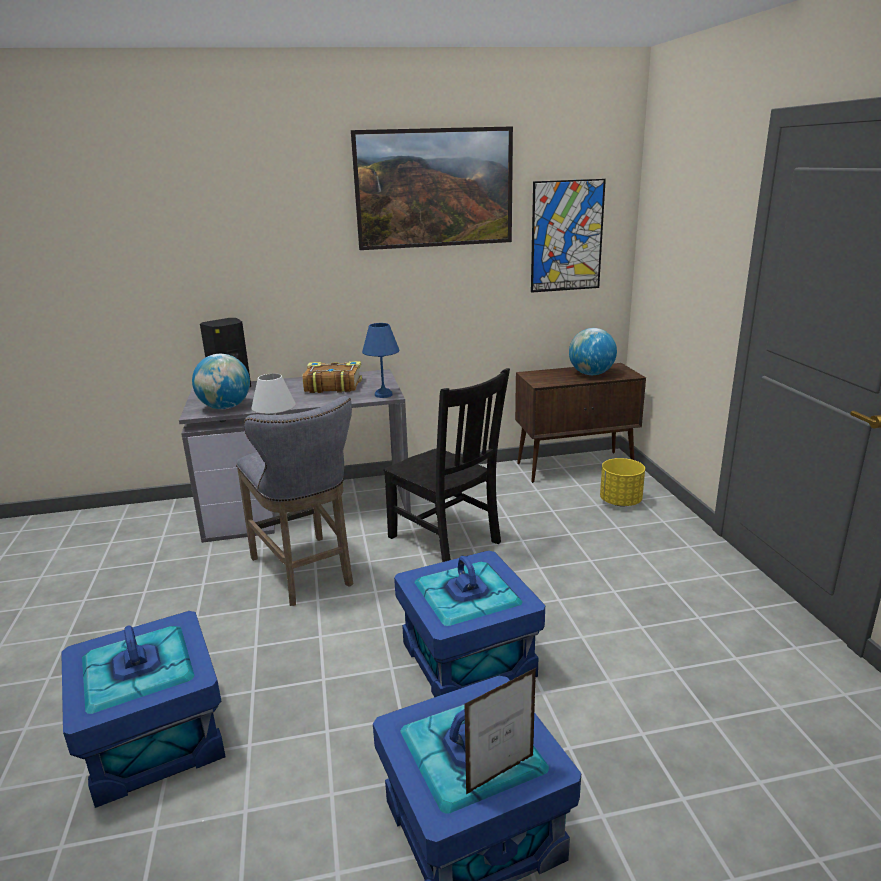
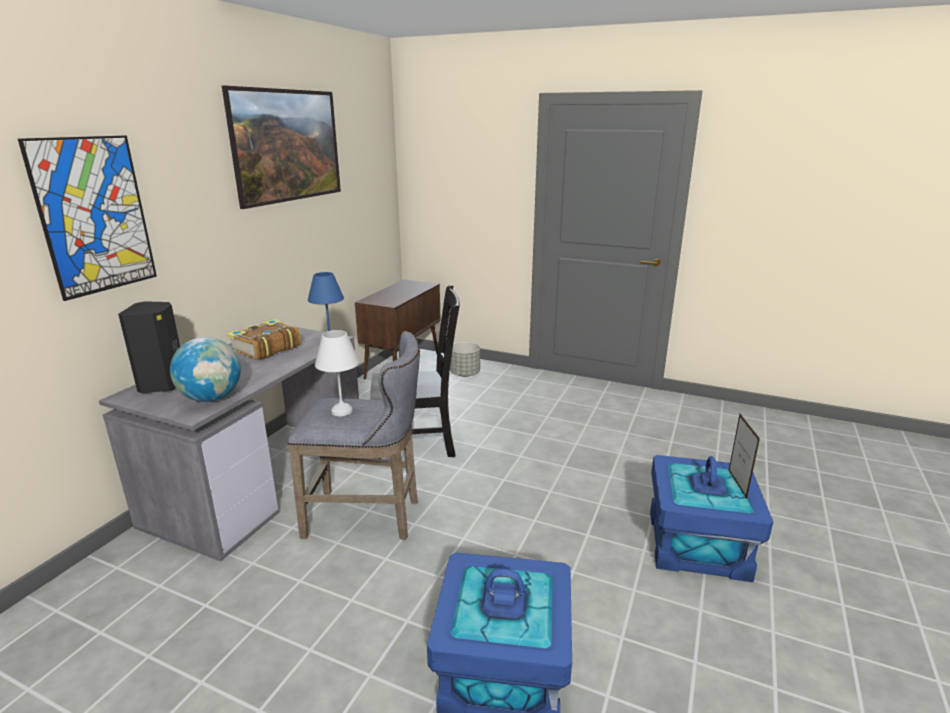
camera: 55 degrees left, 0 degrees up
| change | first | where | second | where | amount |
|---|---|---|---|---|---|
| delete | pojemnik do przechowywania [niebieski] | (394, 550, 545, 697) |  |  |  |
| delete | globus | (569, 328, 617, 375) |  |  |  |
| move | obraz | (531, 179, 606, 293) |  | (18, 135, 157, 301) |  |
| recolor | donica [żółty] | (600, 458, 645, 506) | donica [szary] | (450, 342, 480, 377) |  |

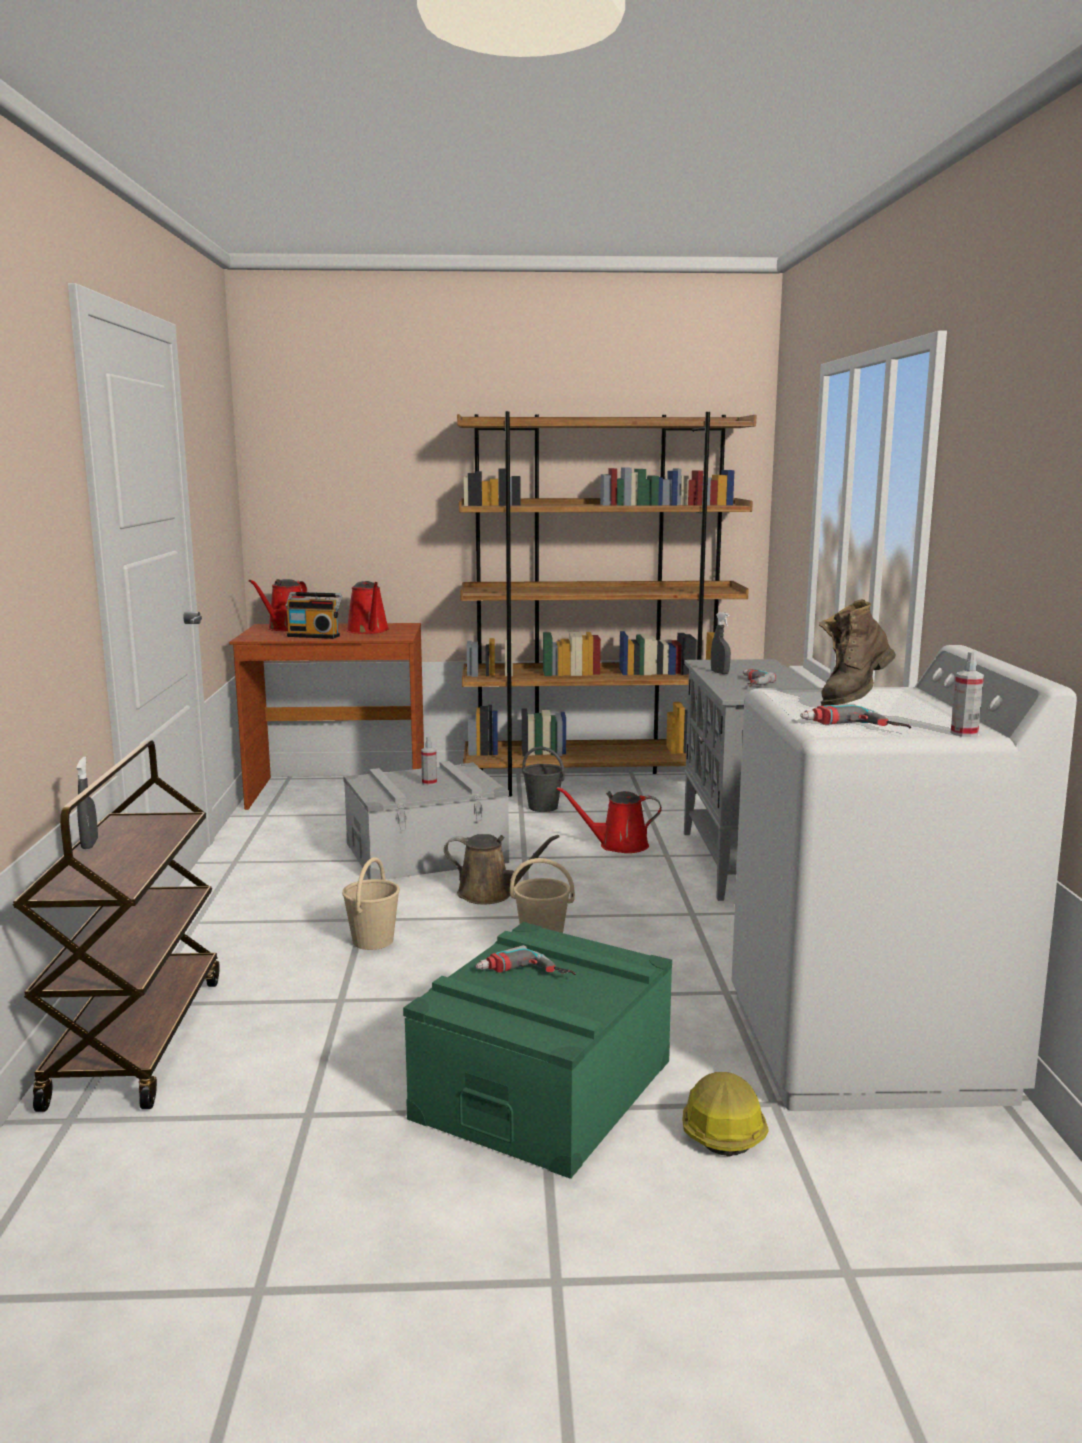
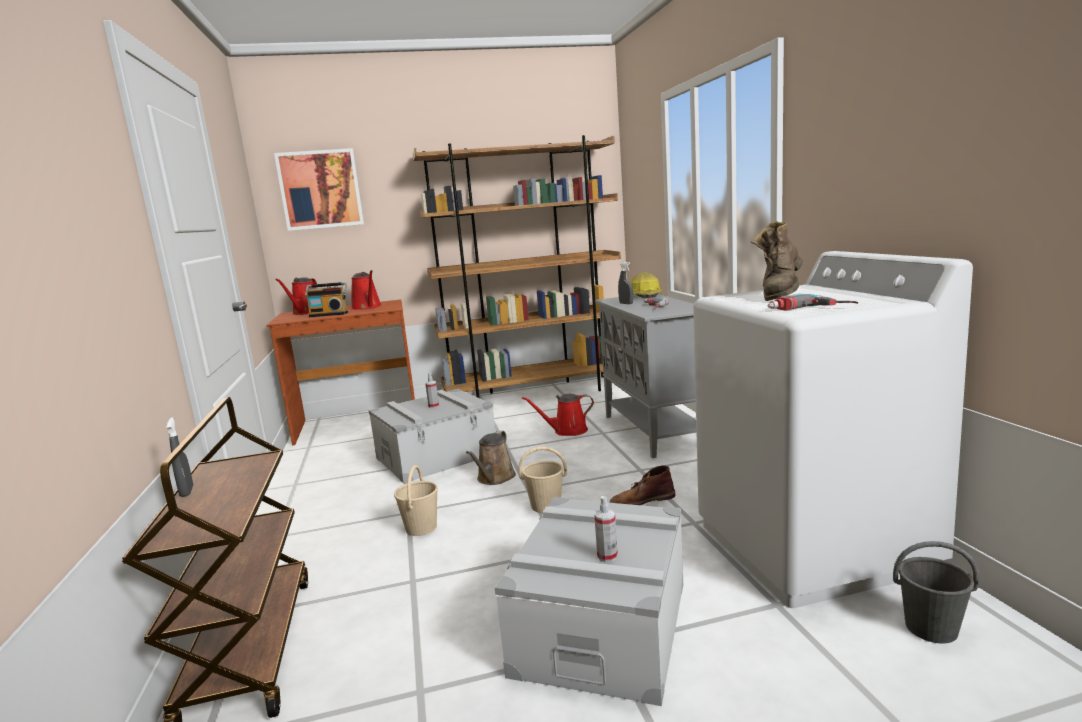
camera: 10 degrees left, 0 degrees up
| change | first | where | second | where | amount |
|---|---|---|---|---|---|
| delete | wiertarka | (475, 945, 576, 975) |  |  |  |
| insert |  |  | obraz | (274, 148, 364, 231) |  |
| insert |  |  | but z cholewką [brązowy] | (610, 465, 675, 505) |  |
| move | wiadro [szary] | (522, 747, 565, 812) |  | (893, 541, 979, 644) |  |
| move | kask | (683, 1072, 768, 1156) |  | (630, 272, 662, 298) |  |
| move | spryskiwacz | (951, 651, 984, 737) |  | (594, 496, 618, 562) |  |
| recolor | pojemnik do przechowywania [zielony] | (403, 922, 672, 1179) | pojemnik do przechowywania [szary] | (495, 497, 683, 706) |  |
| rotate | konewka [brązowy] | (444, 834, 559, 904) |  | (466, 431, 516, 485) | 105 degrees clockwise |

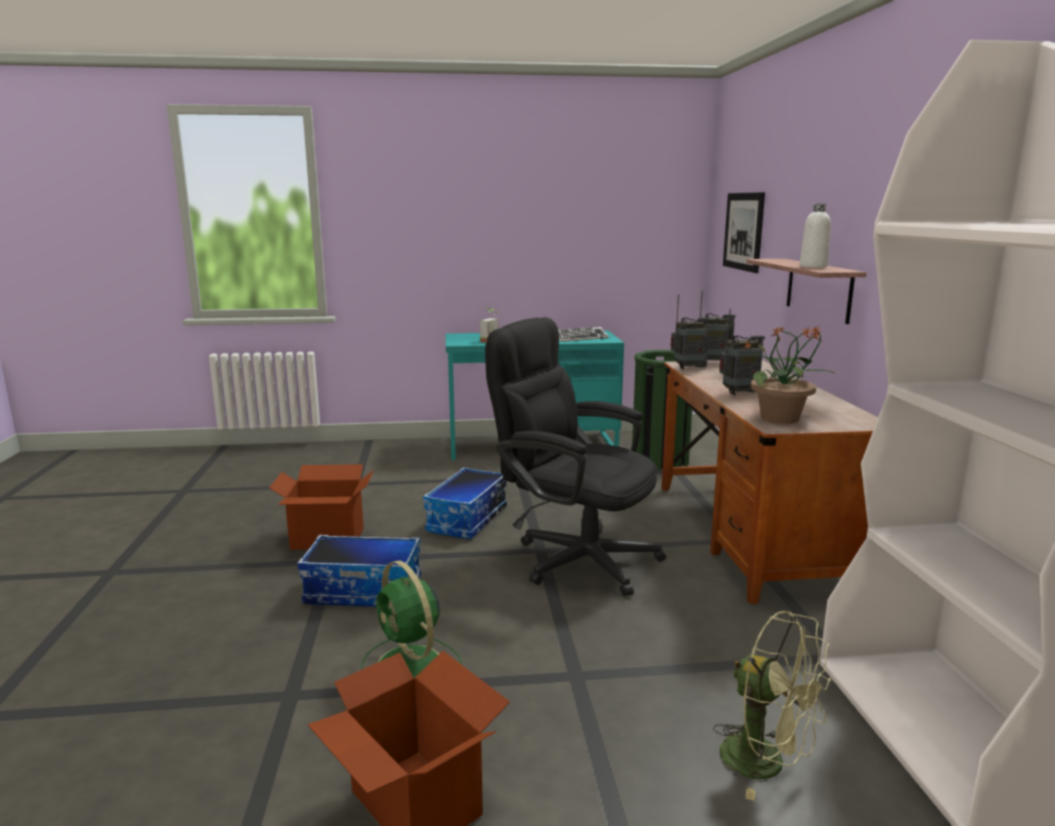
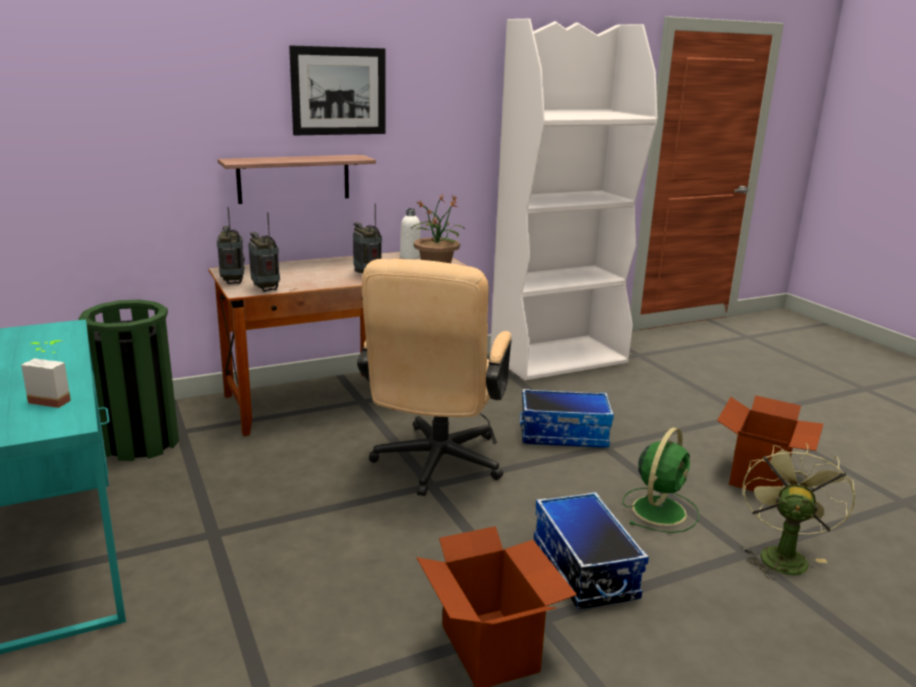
camera: 110 degrees left, 5 degrees up
| change | first | where | second | where | amount |
|---|---|---|---|---|---|
| delete | klawiatura | (558, 327, 609, 342) |  |  |  |
| move | pojemnik do przechowywania | (423, 467, 507, 540) |  | (520, 389, 614, 448) |  |
| move | wentylator [zielony] | (713, 611, 832, 801) |  | (743, 443, 855, 580) |  |
| move | obraz | (723, 192, 765, 273) |  | (289, 45, 386, 135) |  |
| move | butelka [biały] | (800, 203, 831, 268) |  | (400, 208, 421, 260) |  |
| recolor | krzesło biurowe [czarny] | (485, 317, 666, 596) | krzesło biurowe [beżowy] | (357, 259, 512, 496) |  |

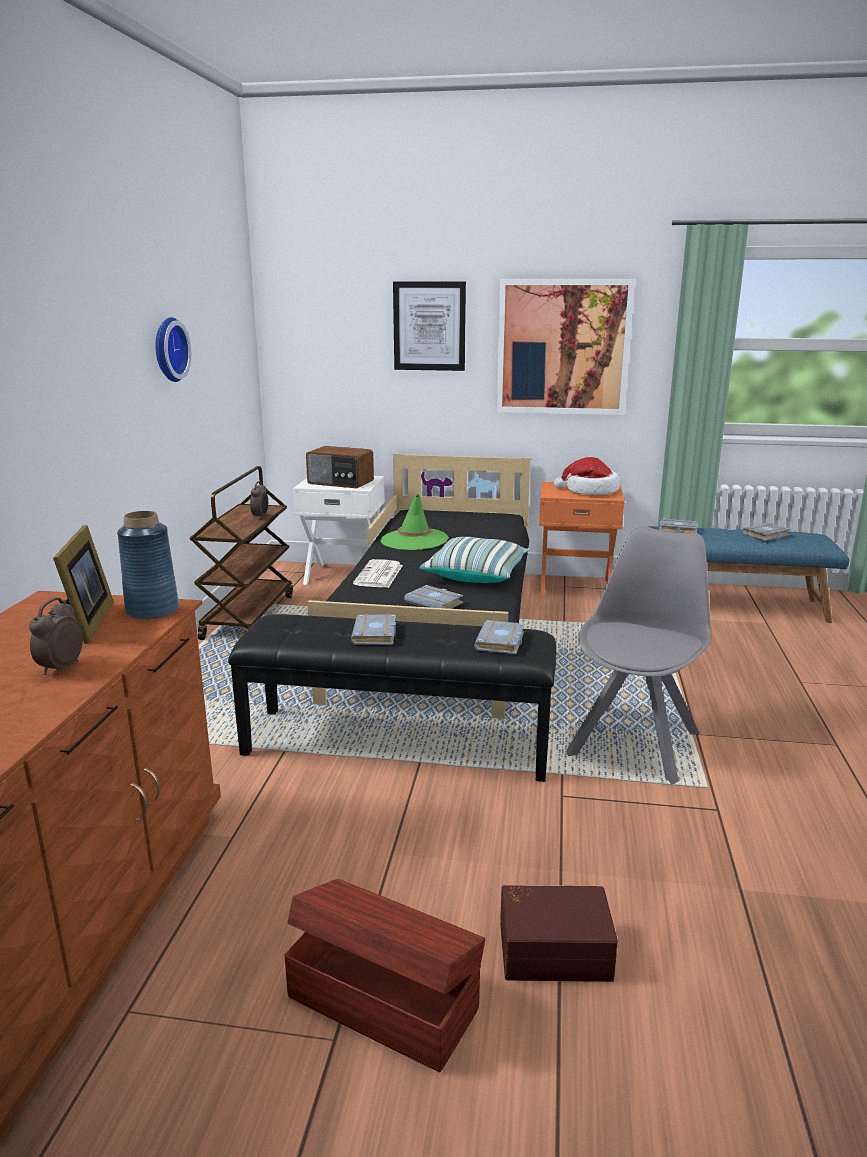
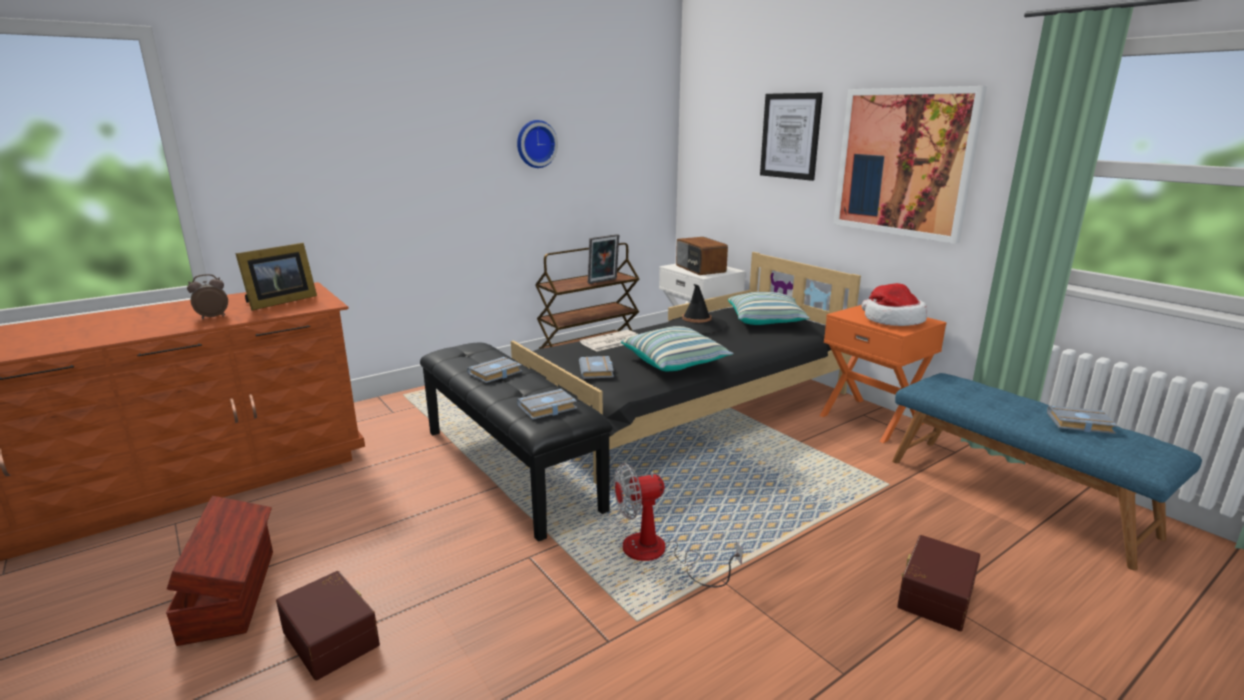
camera: 45 degrees right, 0 degrees up
| change | first | where | second | where | amount |
|---|---|---|---|---|---|
| delete | wazon [niebieski] | (117, 511, 179, 620) |  |  |  |
| delete | książka [szary] | (659, 518, 698, 533) |  |  |  |
| insert |  |  | poduszka | (728, 292, 810, 325) |  |
| insert |  |  | pojemnik do przechowywania [brązowy] | (897, 535, 980, 631) |  |
| replace | budzik | (250, 481, 268, 519) | ramka na zdjęcie | (588, 234, 619, 284) |  |
| replace | krzesło [szary] | (566, 526, 711, 784) | wentylator | (614, 463, 743, 588) |  |
| recolor | kapelusz [zielony] | (381, 493, 449, 550) | kapelusz [czarny] | (666, 284, 727, 334) |  |

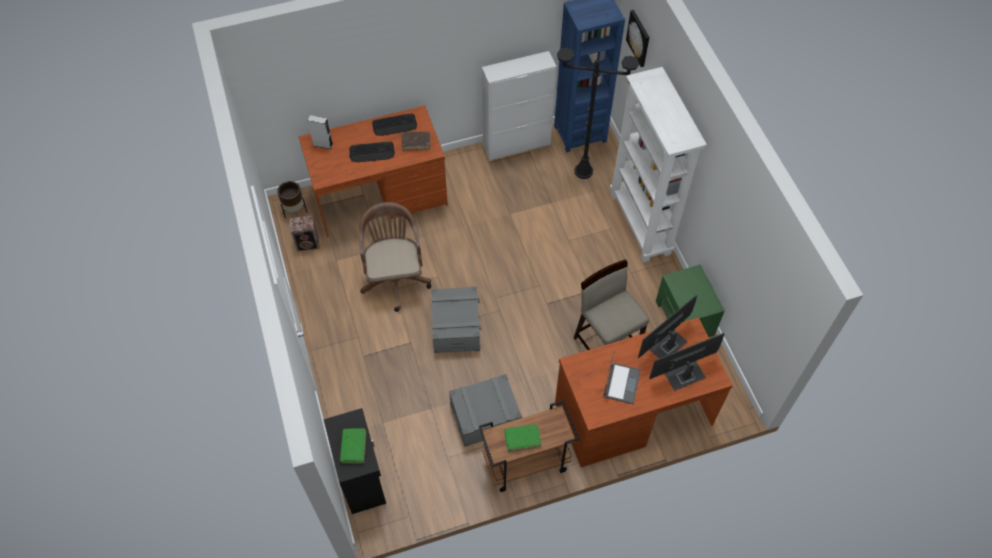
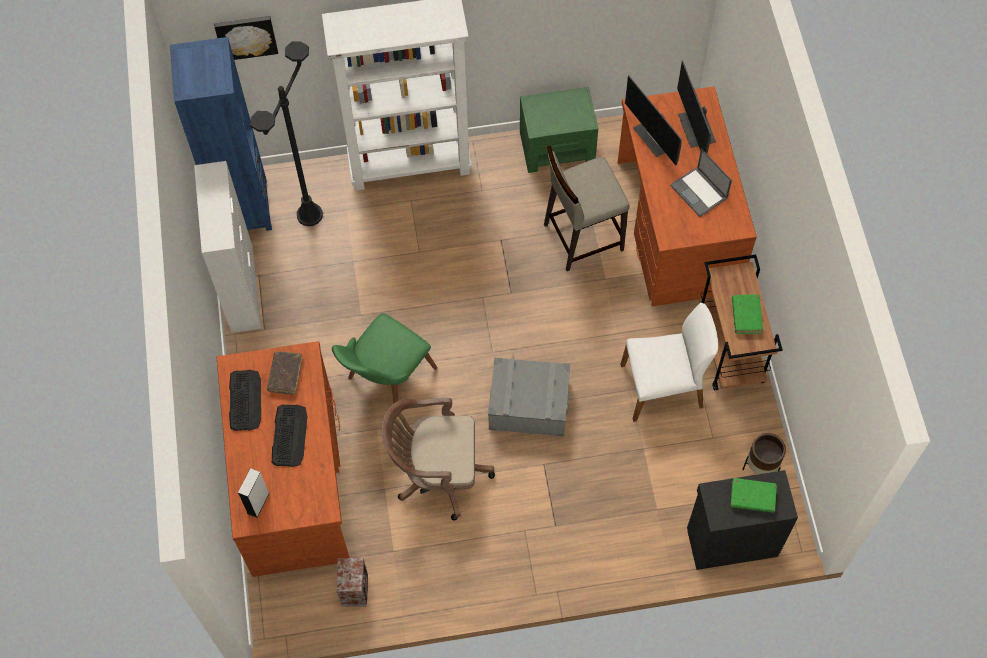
camera: 80 degrees left, 5 degrees up
| change | first | where | second | where | amount |
|---|---|---|---|---|---|
| insert |  |  | krzesło [zielony] | (332, 313, 437, 403) |  |
| move | donica [brązowy] | (277, 181, 307, 218) |  | (742, 433, 786, 474) |  |
| replace | pojemnik do przechowywania [szary] | (449, 374, 522, 447) | krzesło [biały] | (621, 303, 718, 422) |  |
| rotate | laptop | (603, 350, 641, 404) |  | (670, 149, 732, 217) | 150 degrees counterclockwise |

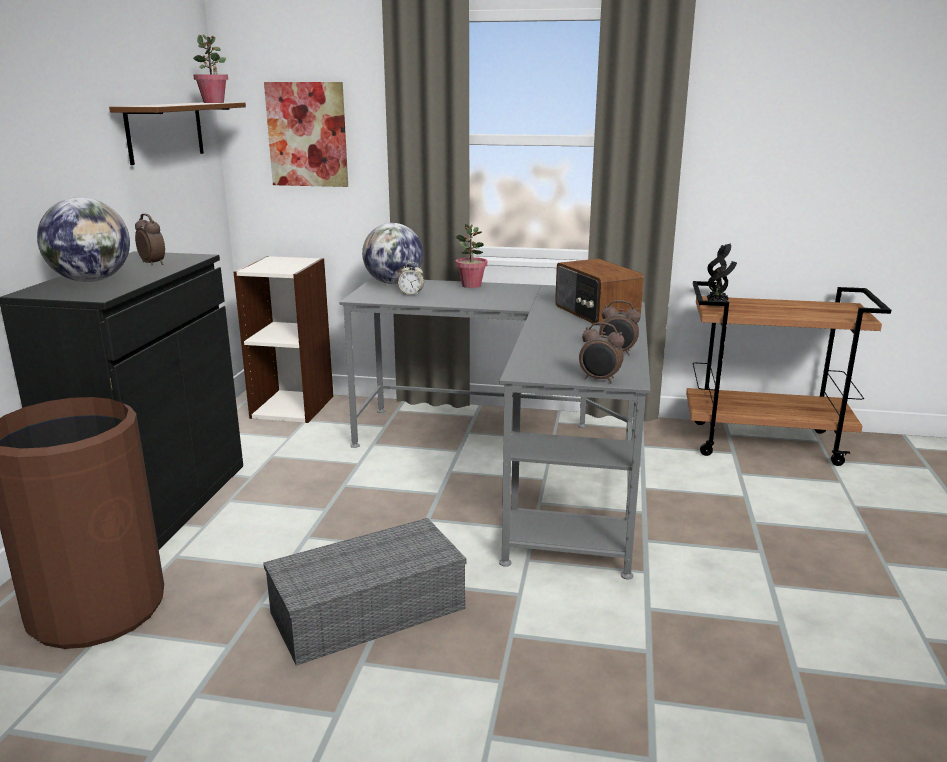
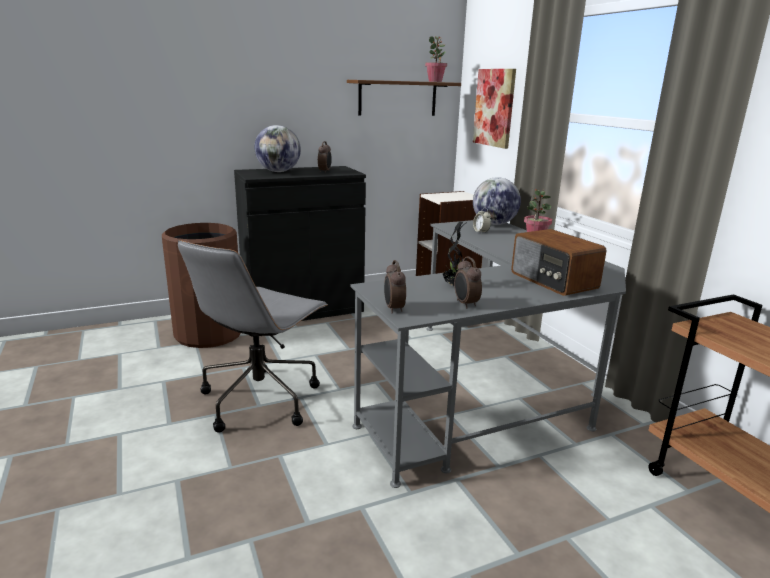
camera: 55 degrees right, 0 degrees up
| change | first | where | second | where | amount |
|---|---|---|---|---|---|
| move | roślina doniczkowa | (707, 243, 737, 308) |  | (443, 221, 467, 286) |  |
| replace | pojemnik do przechowywania [szary] | (263, 518, 467, 666) | krzesło biurowe [szary] | (178, 240, 328, 433) |  |
| rotate | radio | (555, 259, 644, 325) |  | (511, 229, 606, 296) | 60 degrees counterclockwise |

